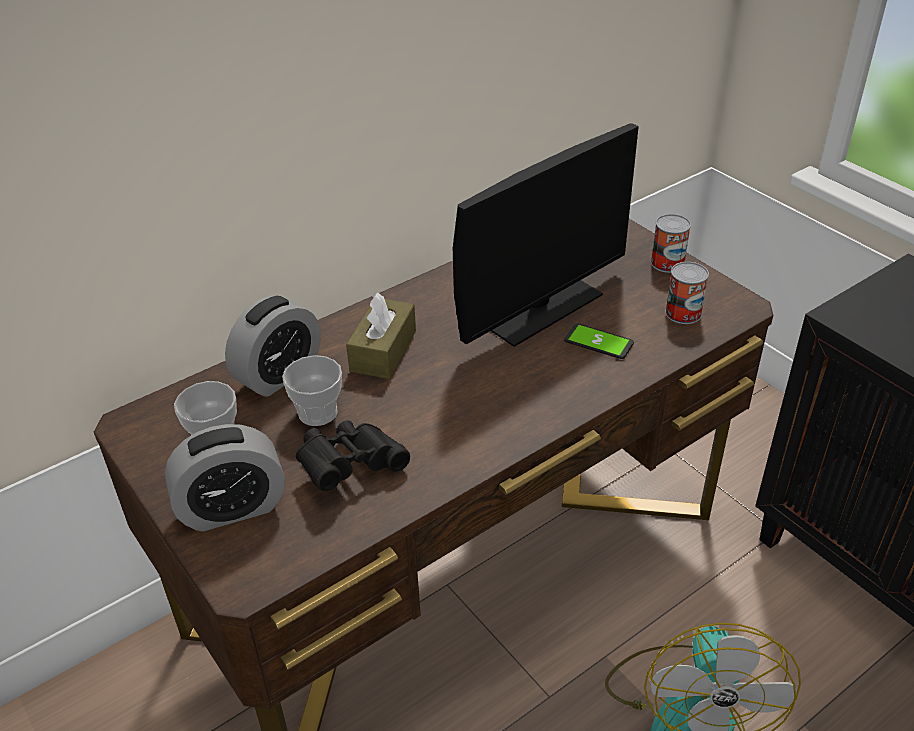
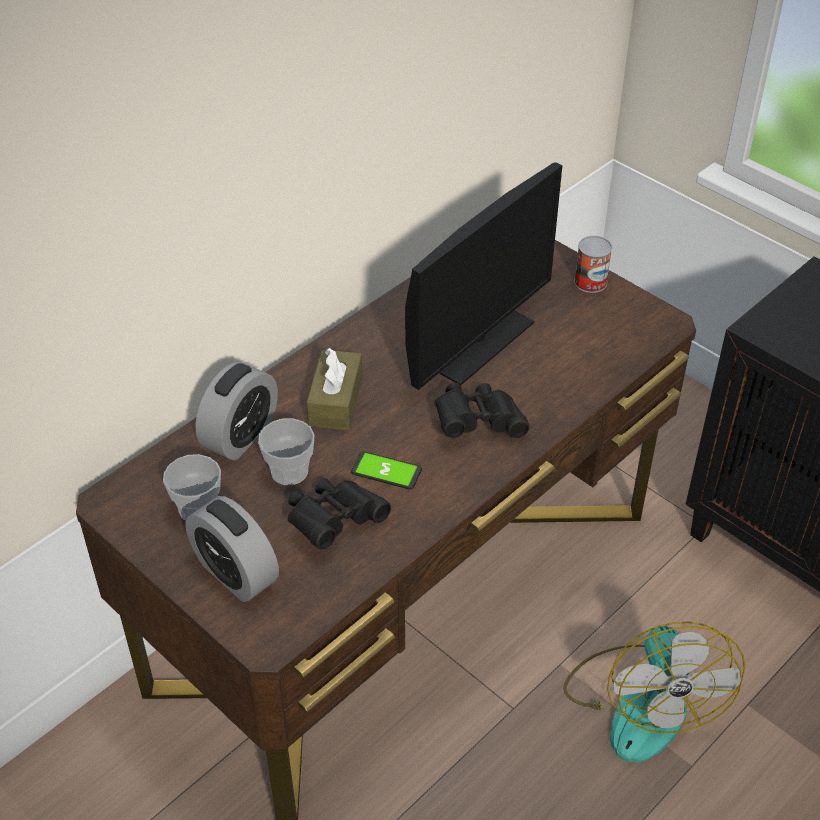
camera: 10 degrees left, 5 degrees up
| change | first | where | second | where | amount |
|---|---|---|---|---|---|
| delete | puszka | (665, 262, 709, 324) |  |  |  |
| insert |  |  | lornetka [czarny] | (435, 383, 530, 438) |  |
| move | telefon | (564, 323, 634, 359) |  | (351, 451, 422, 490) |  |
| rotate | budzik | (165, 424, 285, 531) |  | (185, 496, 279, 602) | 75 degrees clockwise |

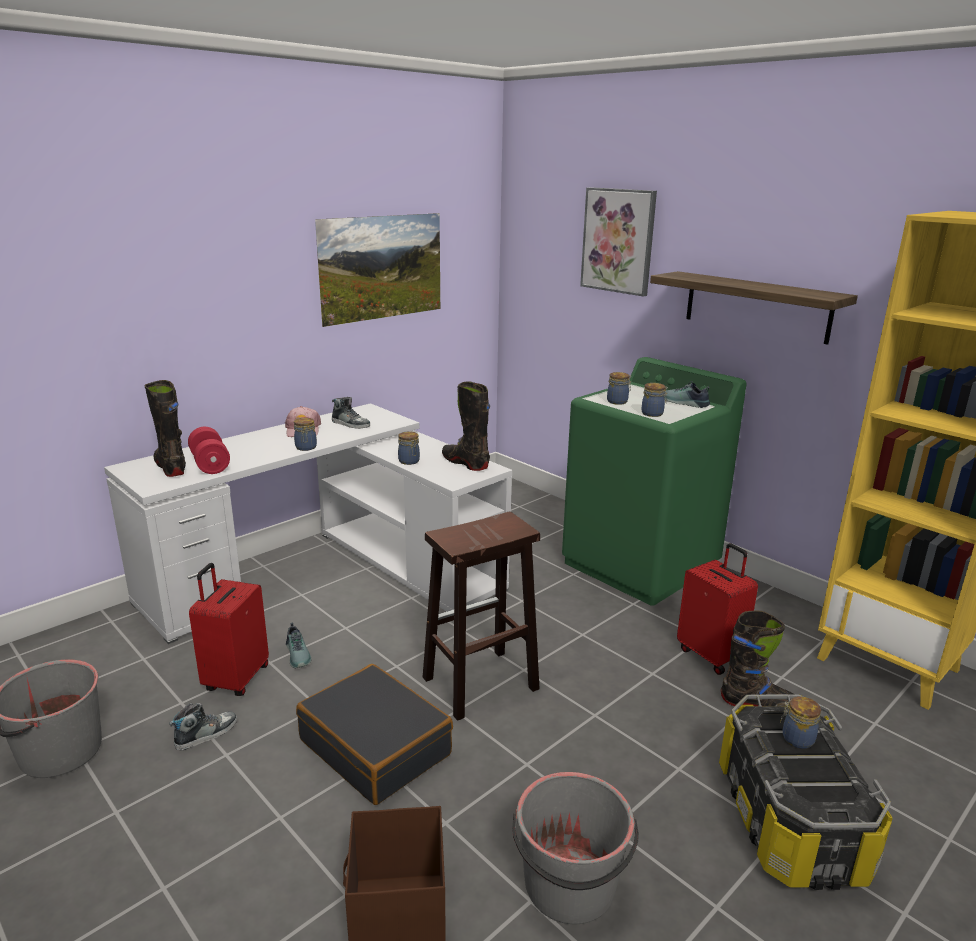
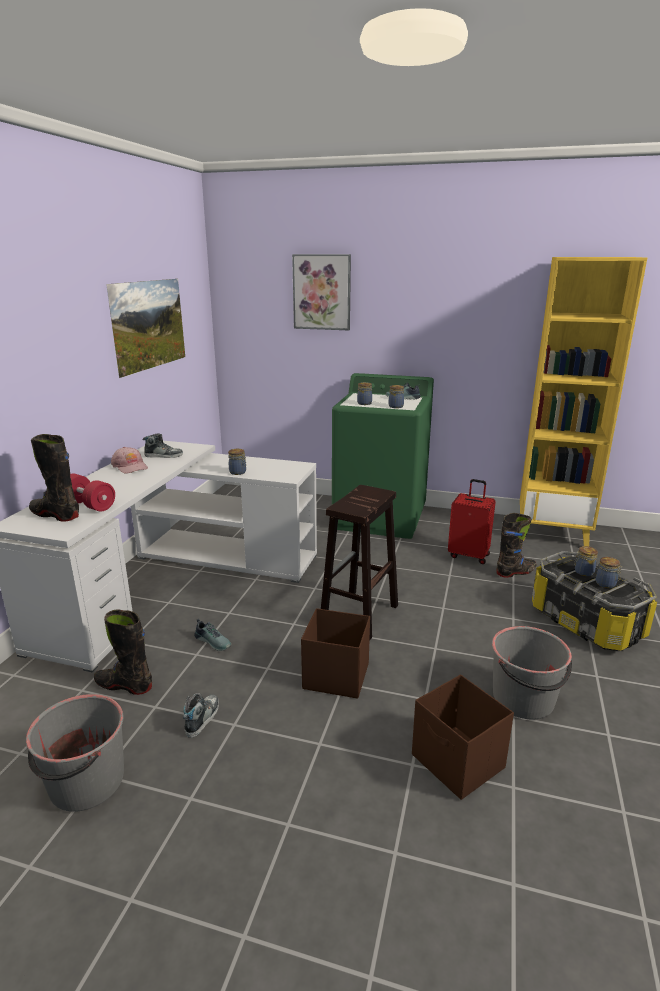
camera: 30 degrees left, 0 degrees up
| change | first | where | second | where | amount |
|---|---|---|---|---|---|
| delete | walizka [czerwony] | (189, 563, 269, 696) |  |  |  |
| delete | półka | (650, 271, 858, 345) |  |  |  |
| move | słoik | (294, 418, 317, 451) |  | (596, 557, 622, 588) |  |
| move | but z cholewką [czarny] | (442, 381, 490, 471) |  | (94, 610, 152, 695) |  |
| replace | walizka [czarny] | (296, 664, 453, 805) | pojemnik do przechowywania [brązowy] | (301, 608, 370, 699) |  |

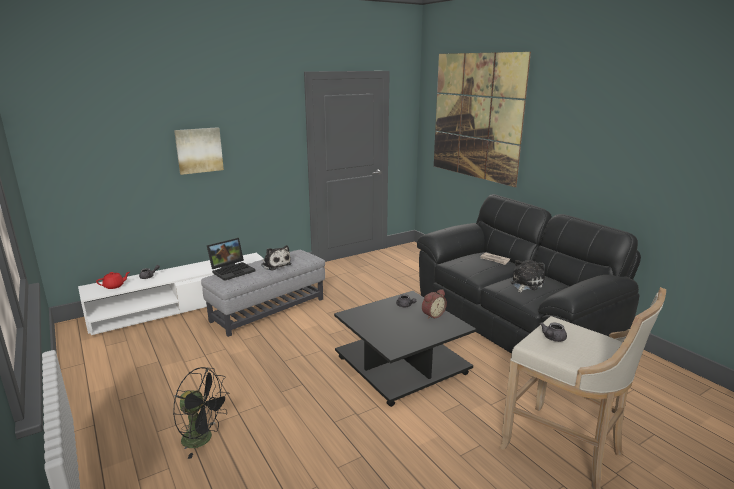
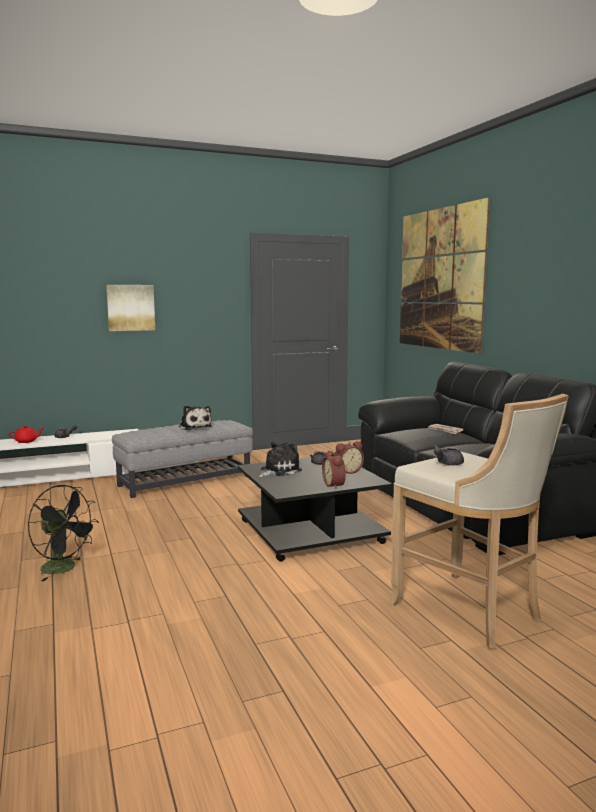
camera: 10 degrees right, 10 degrees down
| change | first | where | second | where | amount |
|---|---|---|---|---|---|
| delete | laptop | (207, 238, 256, 281) |  |  |  |
| insert |  |  | budzik | (322, 450, 346, 489) |  |
| move | pluszak | (511, 260, 545, 292) |  | (258, 442, 302, 477) |  |

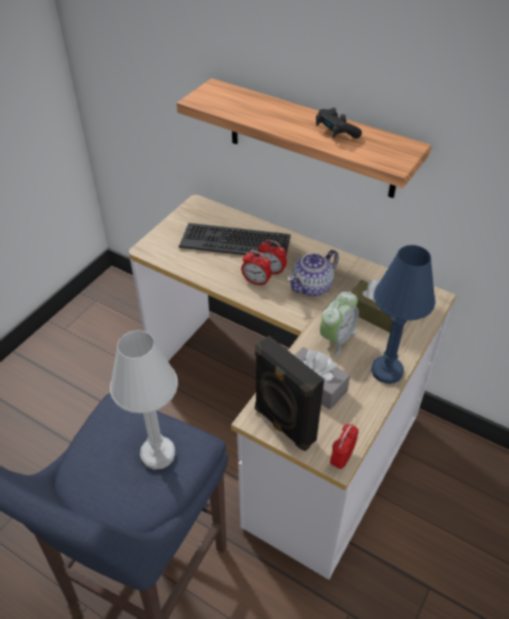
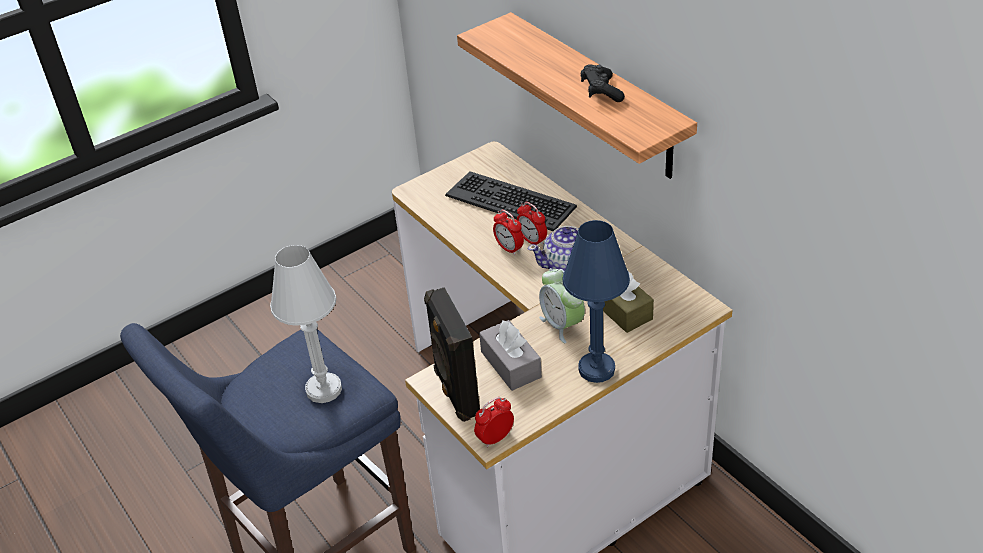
camera: 25 degrees right, 5 degrees down
| change | first | where | second | where | amount |
|---|---|---|---|---|---|
| rotate | budzik | (320, 291, 359, 356) |  | (539, 268, 585, 343) | 90 degrees clockwise |

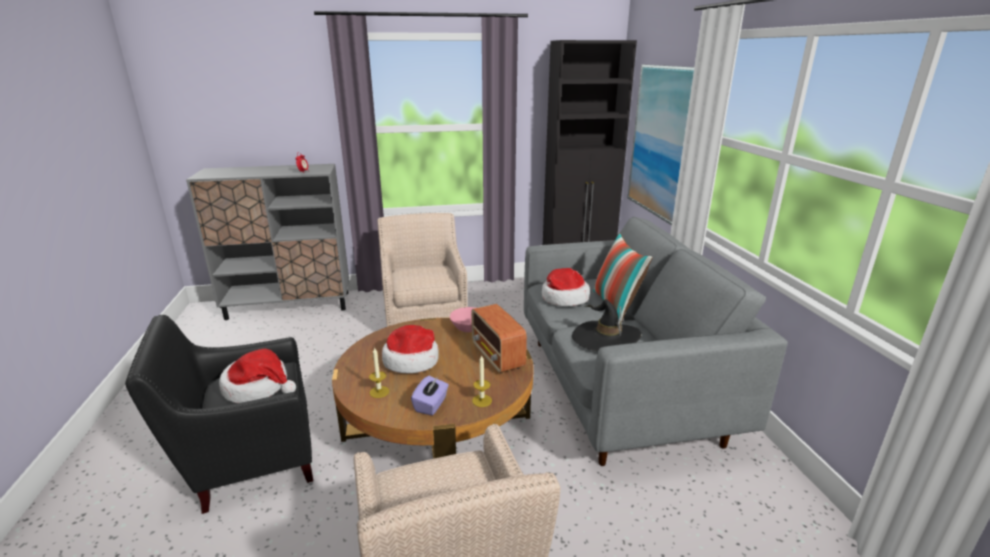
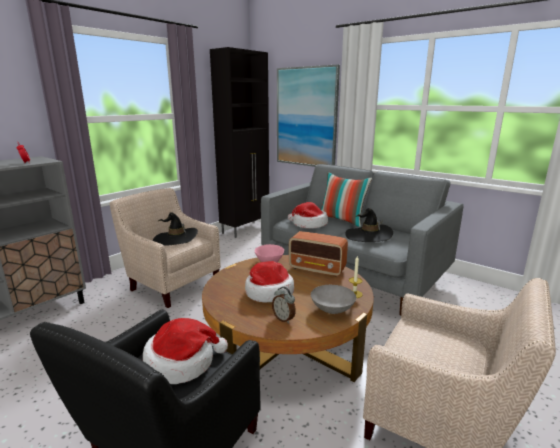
camera: 40 degrees left, 5 degrees down
| change | first | where | second | where | amount |
|---|---|---|---|---|---|
| insert |  |  | kapelusz [czarny] | (153, 212, 198, 246) |  |
| replace | świeca | (369, 347, 389, 398) | budzik | (272, 287, 296, 324) |  |
| replace | pudełko chusteczek [fioletowy] | (411, 376, 449, 415) | miska [szary] | (311, 285, 356, 314) |  |

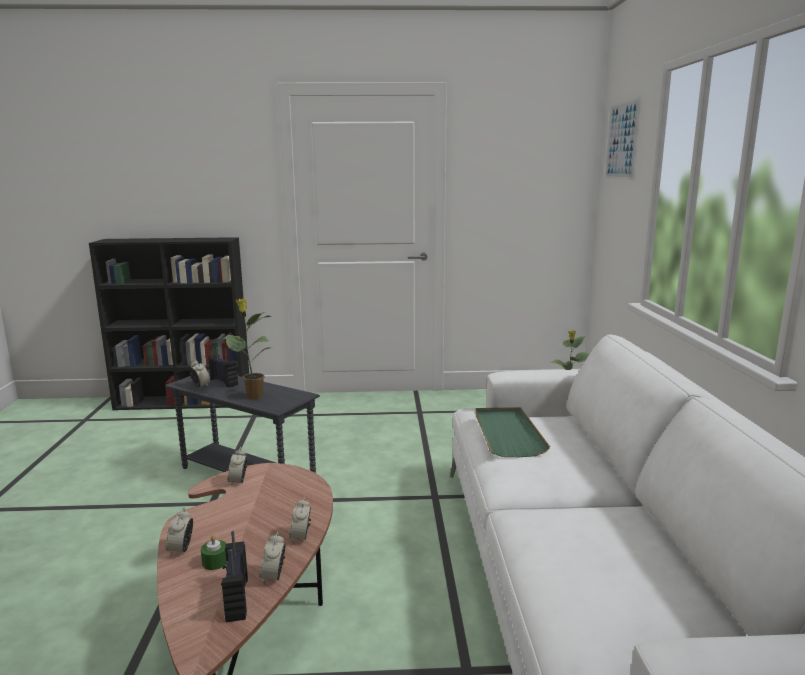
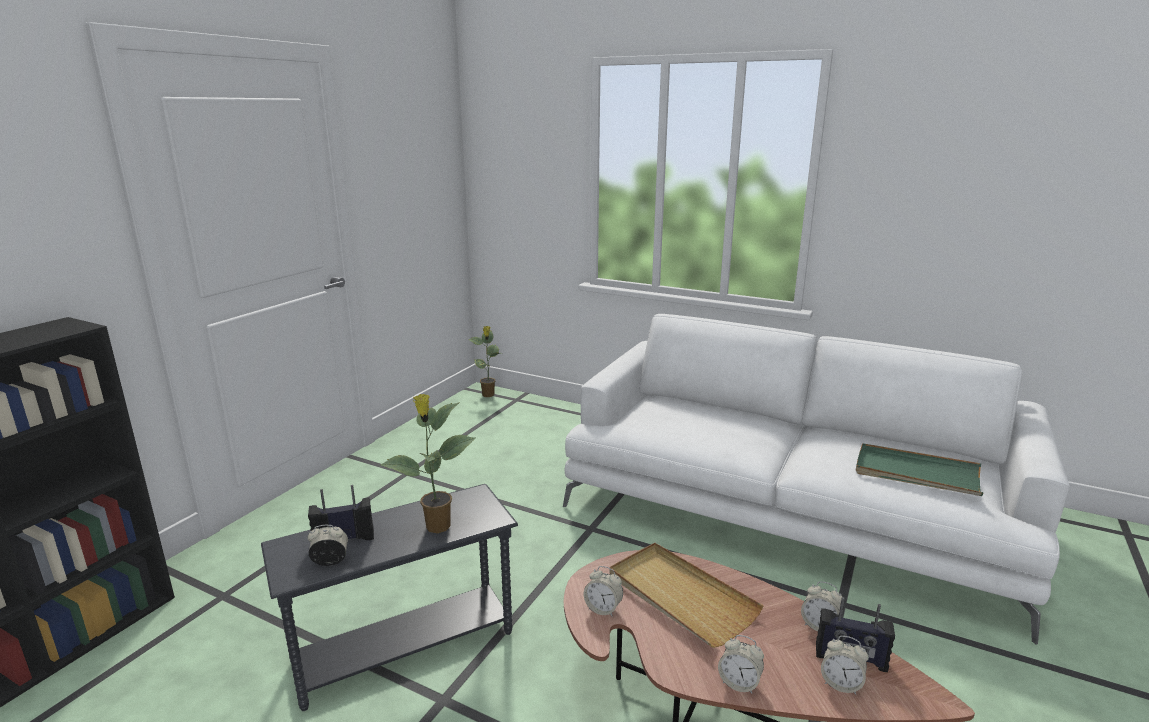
camera: 60 degrees left, 5 degrees up
| change | first | where | second | where | amount |
|---|---|---|---|---|---|
| delete | świeca [zielony] | (201, 535, 227, 570) |  |  |  |
| delete | obraz | (605, 97, 641, 180) |  |  |  |
| insert |  |  | taca [beżowy] | (609, 543, 764, 648) |  |
| move | budzik | (289, 497, 311, 544) |  | (821, 636, 869, 695) |  |
| move | taca [zielony] | (475, 407, 550, 457) |  | (856, 443, 984, 496) |  |

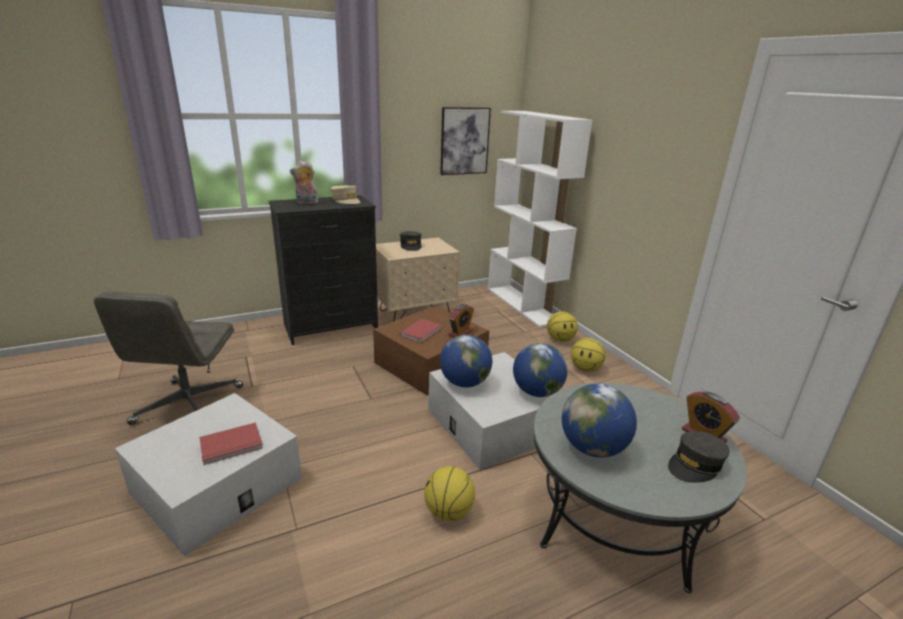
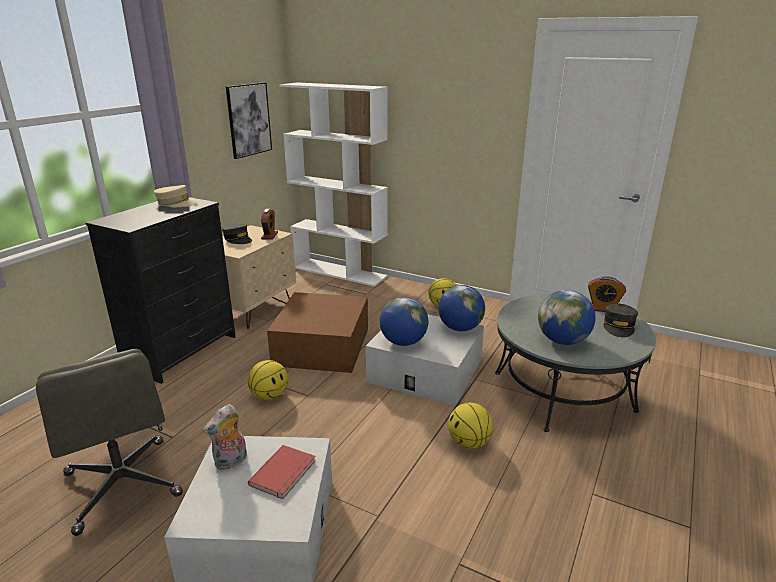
camera: 35 degrees left, 0 degrees up
| change | first | where | second | where | amount |
|---|---|---|---|---|---|
| delete | książka [czerwony] | (400, 319, 442, 343) |  |  |  |
| move | pluszak | (290, 161, 318, 204) |  | (203, 404, 247, 470) |  |
| move | budzik | (448, 304, 474, 337) |  | (261, 209, 278, 240) |  |
| move | piłka do koszykówki | (547, 311, 578, 342) |  | (248, 360, 288, 400) |  |

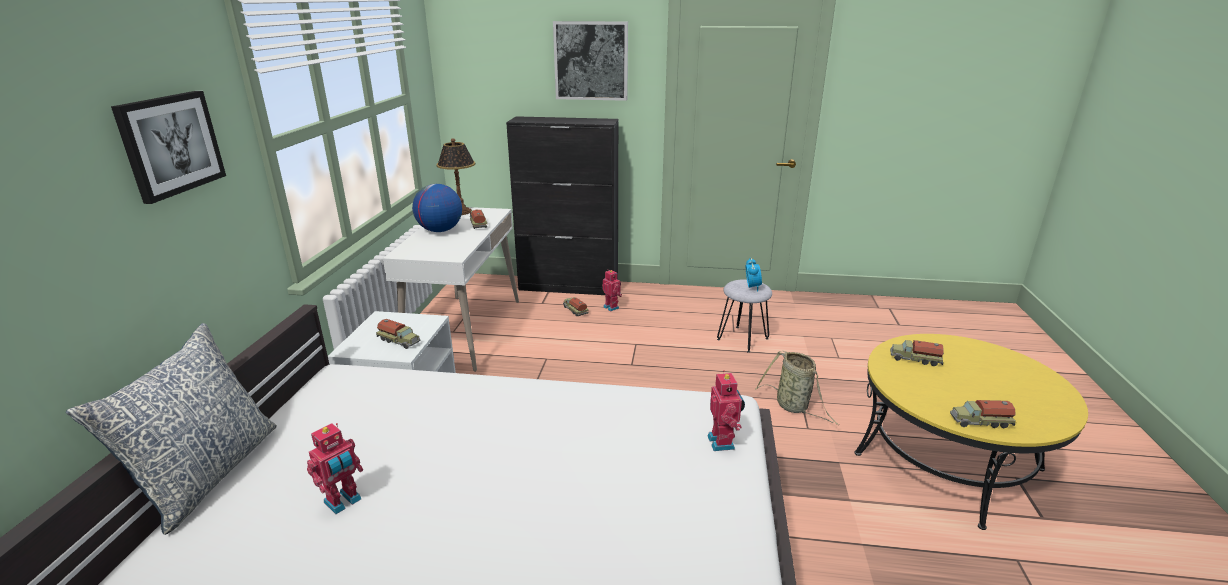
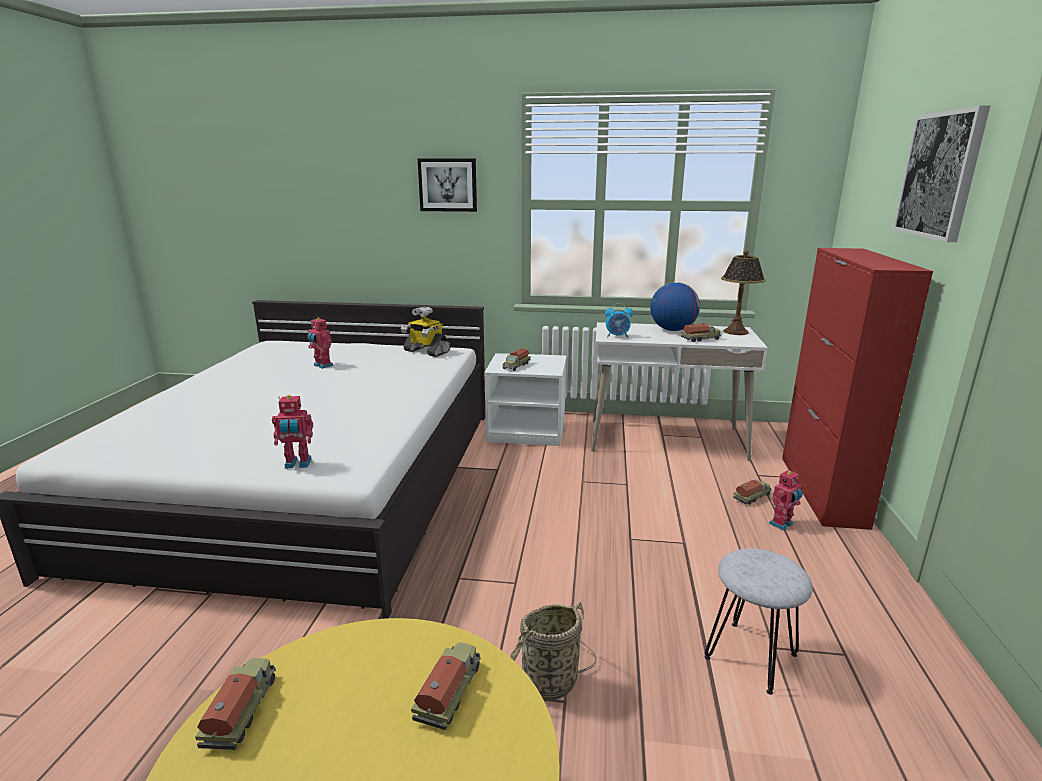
camera: 90 degrees right, 5 degrees down
| change | first | where | second | where | amount |
|---|---|---|---|---|---|
| delete | poduszka | (66, 323, 277, 535) |  |  |  |
| insert |  |  | robot zabawkowy | (401, 306, 451, 357) |  |
| move | budzik | (746, 258, 762, 291) |  | (605, 303, 633, 338) |  |
| recolor | szafka [czarny] | (506, 116, 618, 295) | szafka [czerwony] | (782, 248, 933, 530) |  |

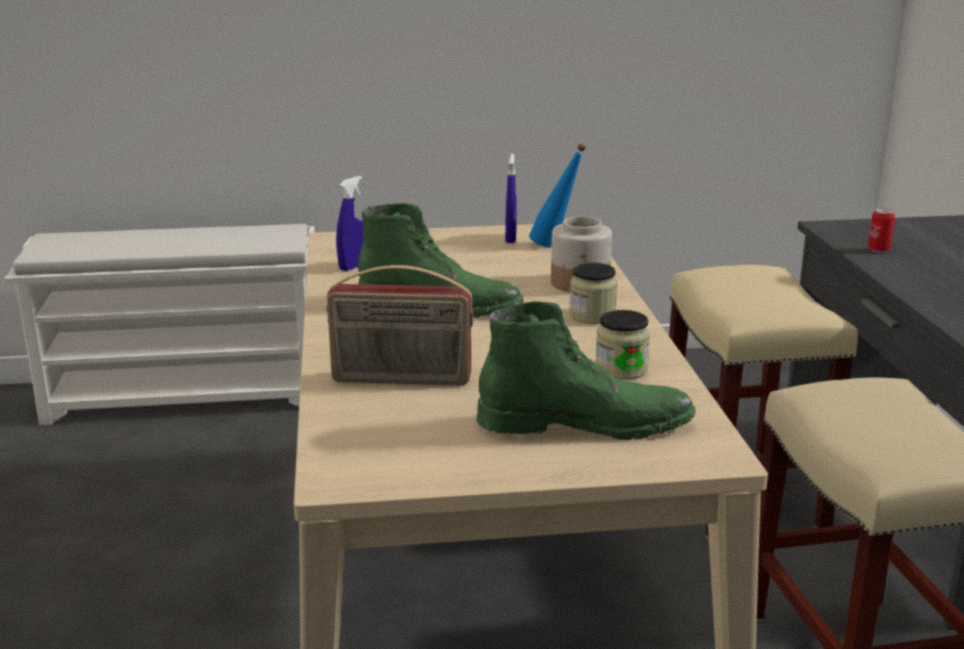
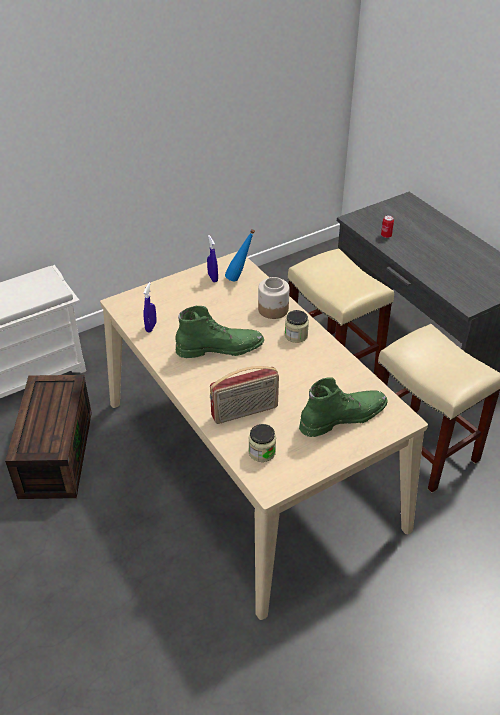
camera: 25 degrees left, 20 degrees up
| change | first | where | second | where | amount |
|---|---|---|---|---|---|
| insert |  |  | pojemnik do przechowywania [brązowy] | (5, 375, 92, 499) |  |
| move | słoik | (596, 310, 650, 380) |  | (248, 424, 276, 462) |  |

